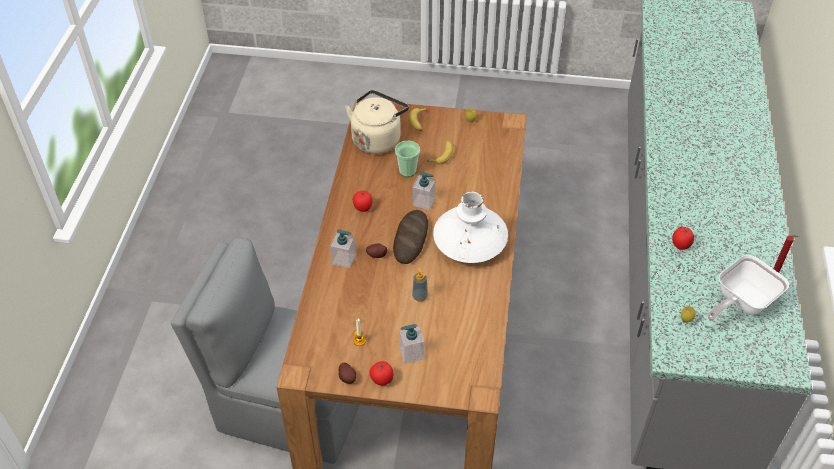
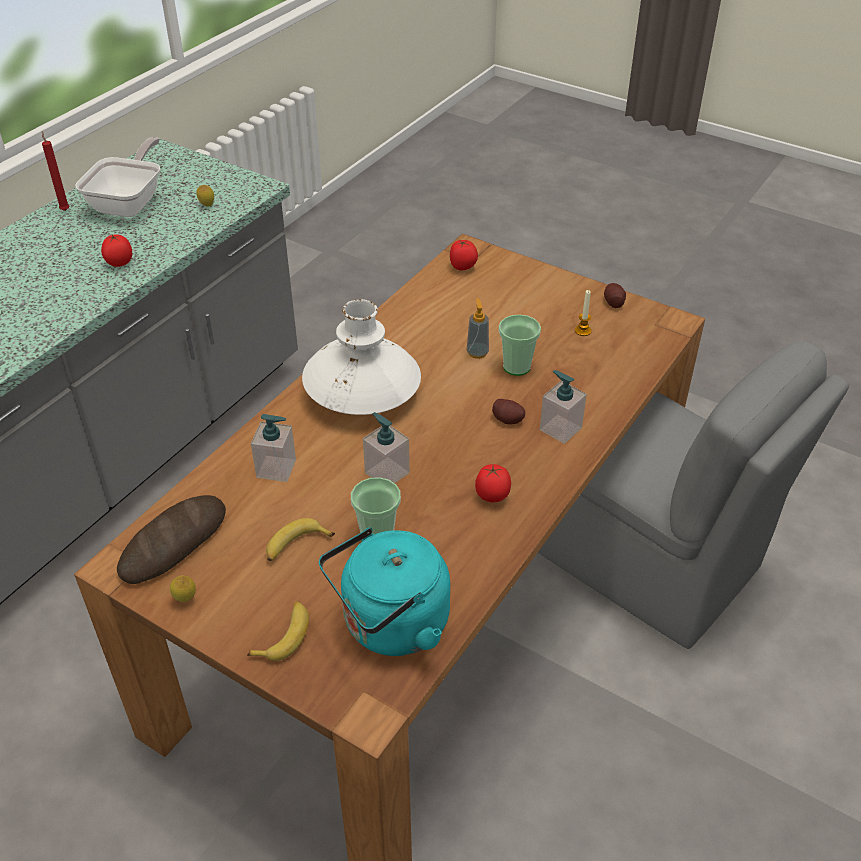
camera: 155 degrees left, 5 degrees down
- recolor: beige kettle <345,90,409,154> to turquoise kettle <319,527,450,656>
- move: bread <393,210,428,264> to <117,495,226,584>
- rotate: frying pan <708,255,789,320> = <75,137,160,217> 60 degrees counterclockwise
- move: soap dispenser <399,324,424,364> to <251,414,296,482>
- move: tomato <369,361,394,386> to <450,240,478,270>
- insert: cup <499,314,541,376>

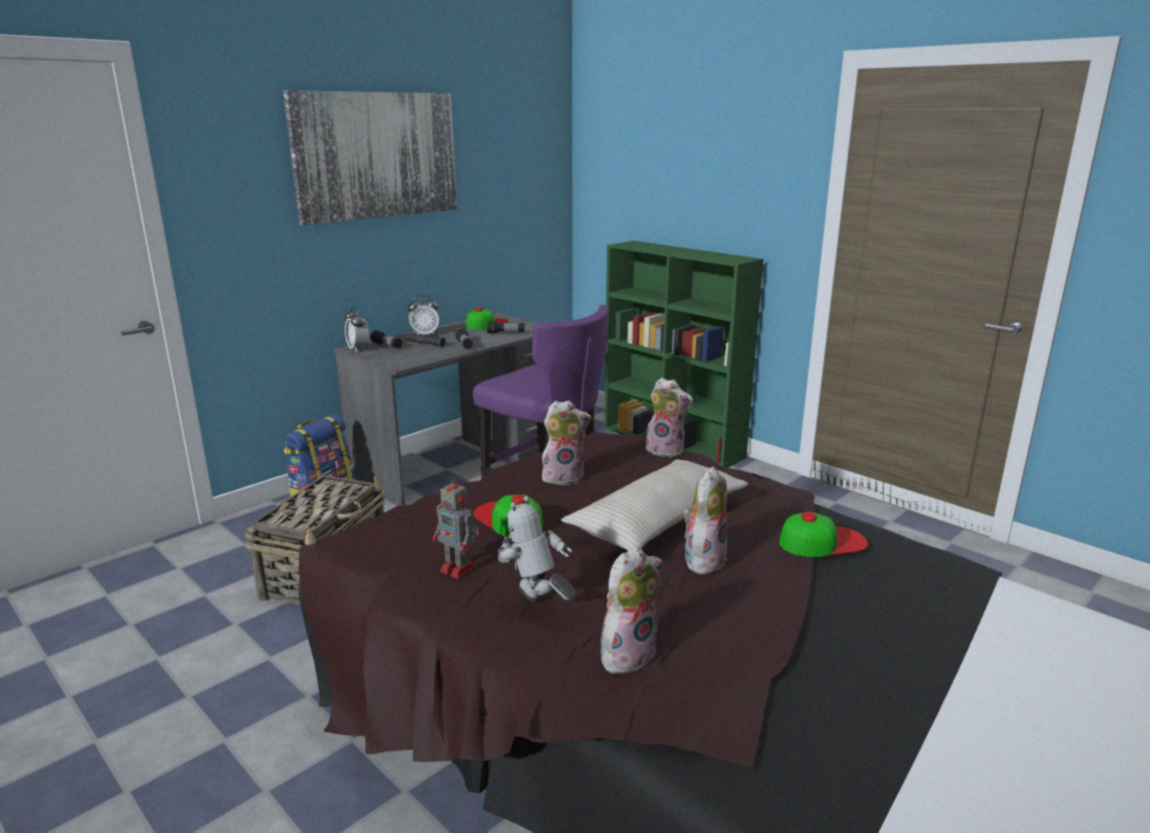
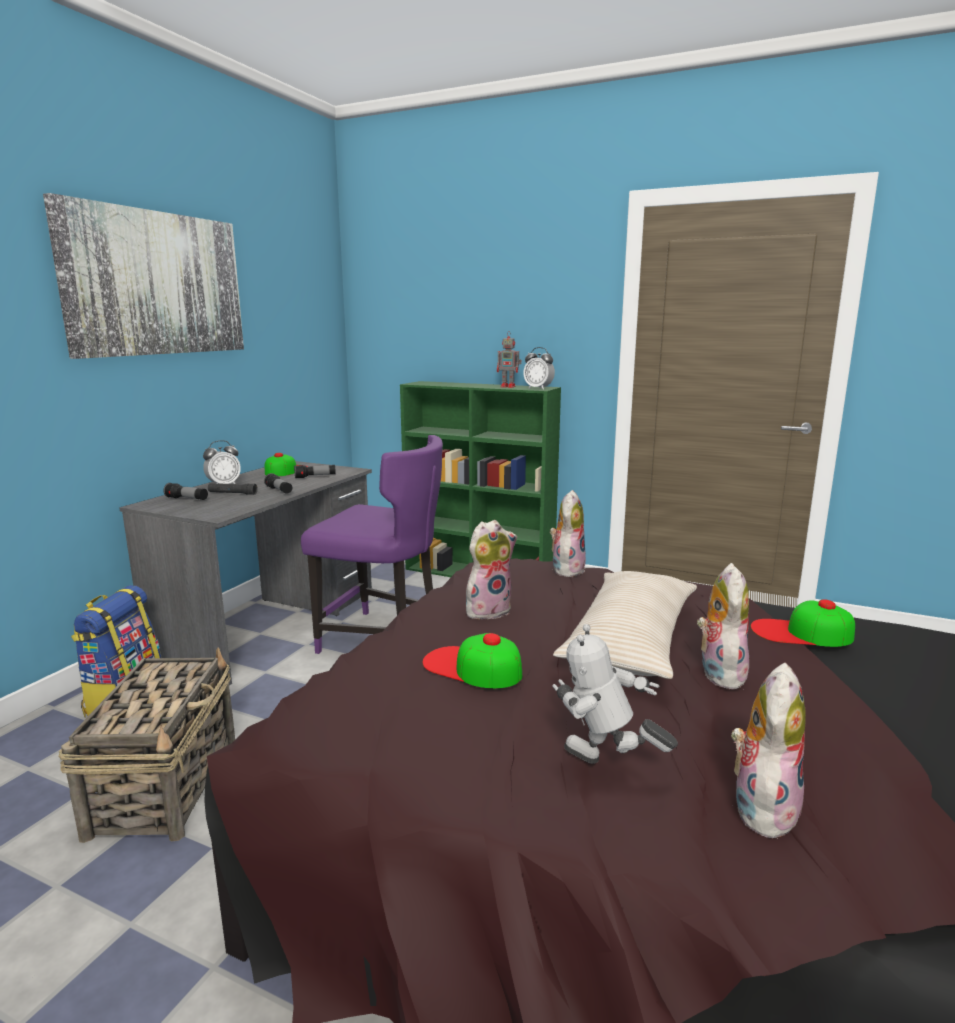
camera: 20 degrees left, 5 degrees down
- move: alarm clock <345,307,369,353> to <523,347,555,390>
- rotate: plush toy <645,378,693,458> = <550,490,586,577> 75 degrees counterclockwise
- move: toy robot <433,476,479,579> to <497,331,522,388>
- rotate: cap <779,512,868,557> = <751,599,855,647> 135 degrees counterclockwise

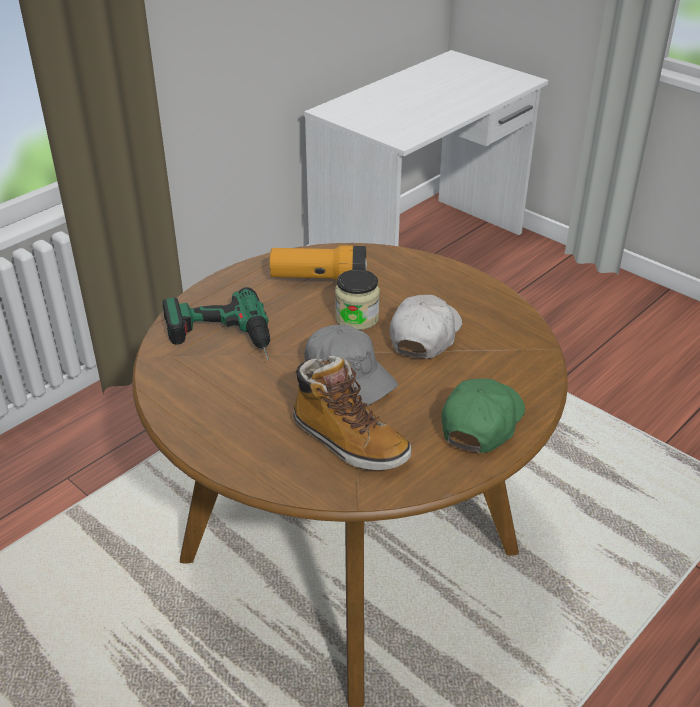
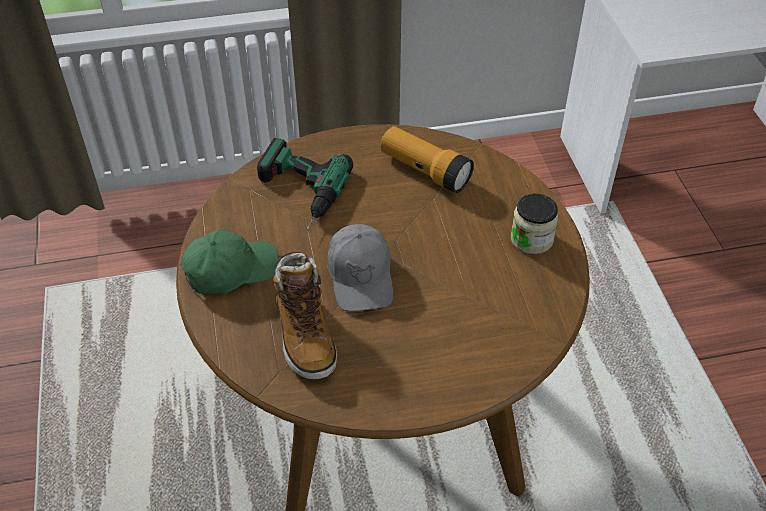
camera: 35 degrees right, 10 degrees up
- move: jar <335,269,380,330> to <511,194,558,254>
- delete: white cap <390,295,462,359>
- move: green cap <441,379,525,453> to <181,229,279,294>

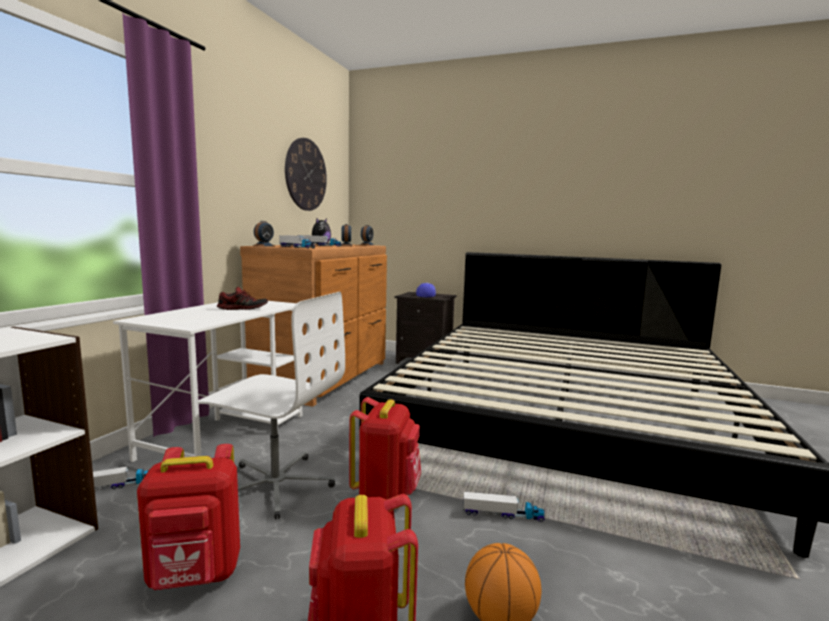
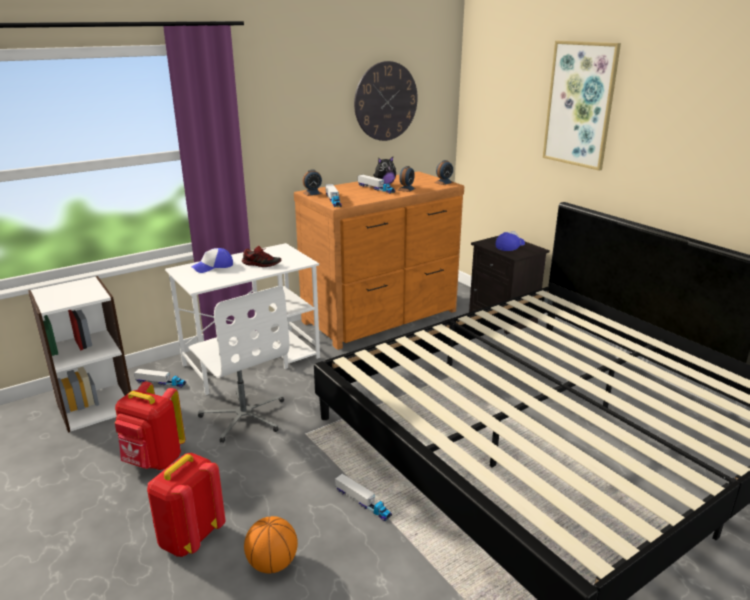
camera: 35 degrees right, 15 degrees up
- delete: red backpack <349,397,421,500>
- insert: picture <543,41,621,171>
- insert: cap <191,248,233,273>

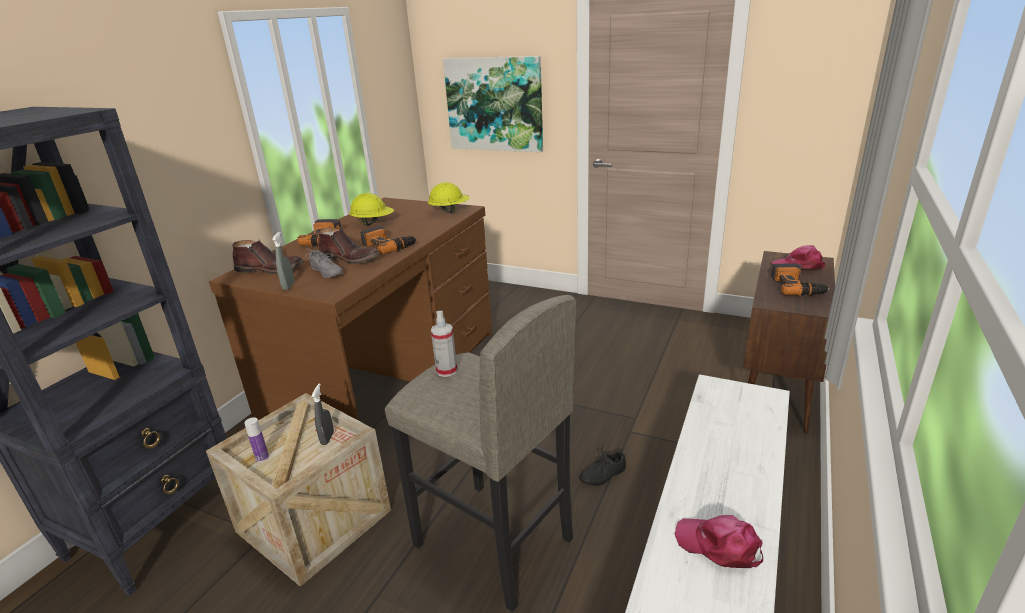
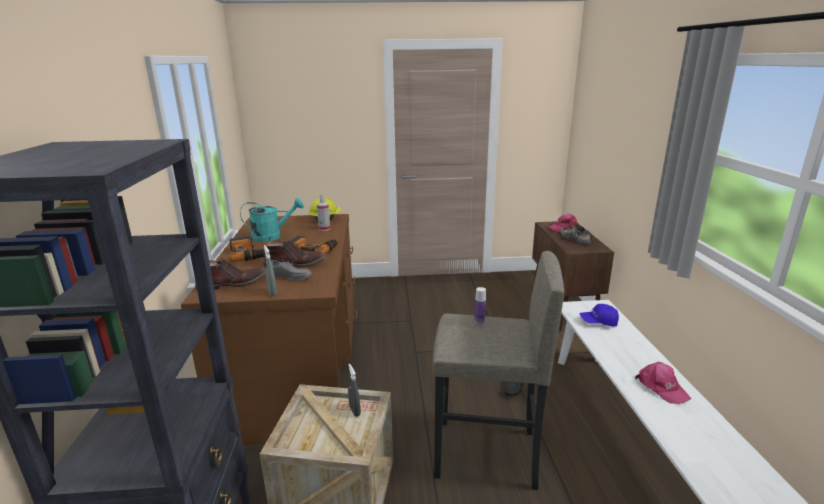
camera: 30 degrees left, 5 degrees down
- delete: picture <443,56,543,152>
- replace: yellow hard hat <349,193,394,225> to turquoise watering can <240,198,304,242>
- replace: power drill <771,263,829,296> to shoe <560,225,591,245>
- move: spray bottle <431,311,457,377> to <317,194,330,231>
- move: bottle <245,417,269,462> to <475,287,486,324>
- rotate: pink cap <674,515,763,568> = <635,362,691,404> 120 degrees counterclockwise
- insert: blue cap <580,304,619,327>

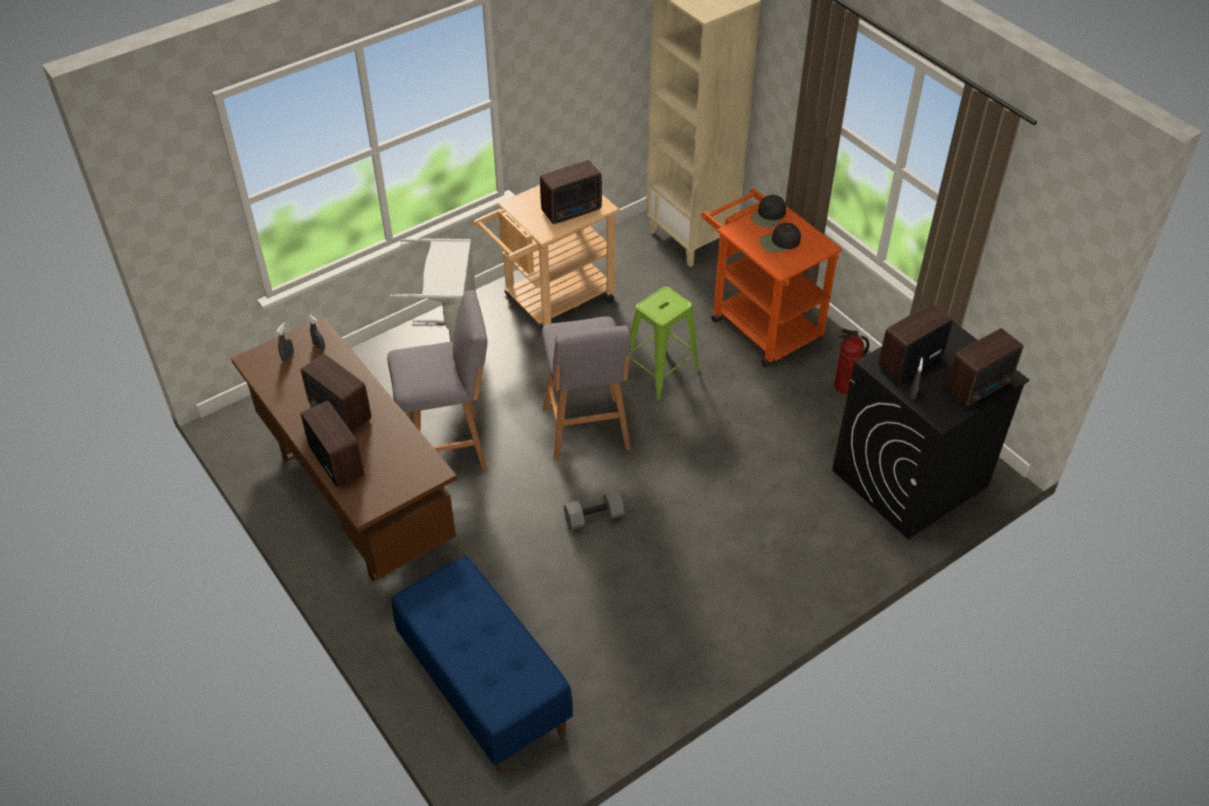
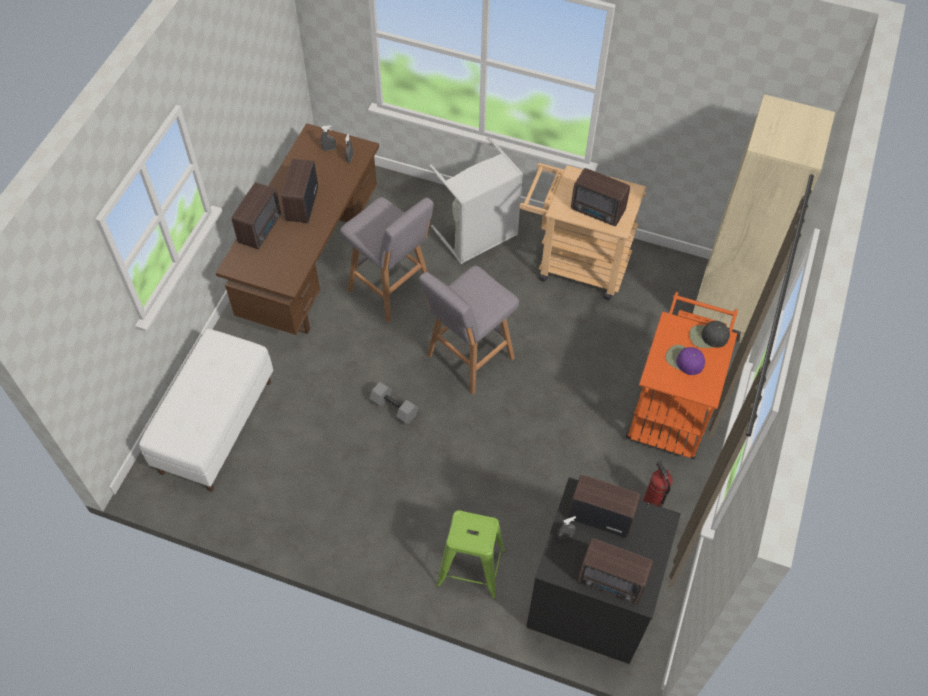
camera: 55 degrees right, 10 degrees up
- recolor: black cap <760,223,801,253> to purple cap <666,345,705,375>
- move: green stool <629,287,701,402> to <436,510,506,599>
- recolor: blue bench <391,556,573,773> to white bench <139,329,273,492>

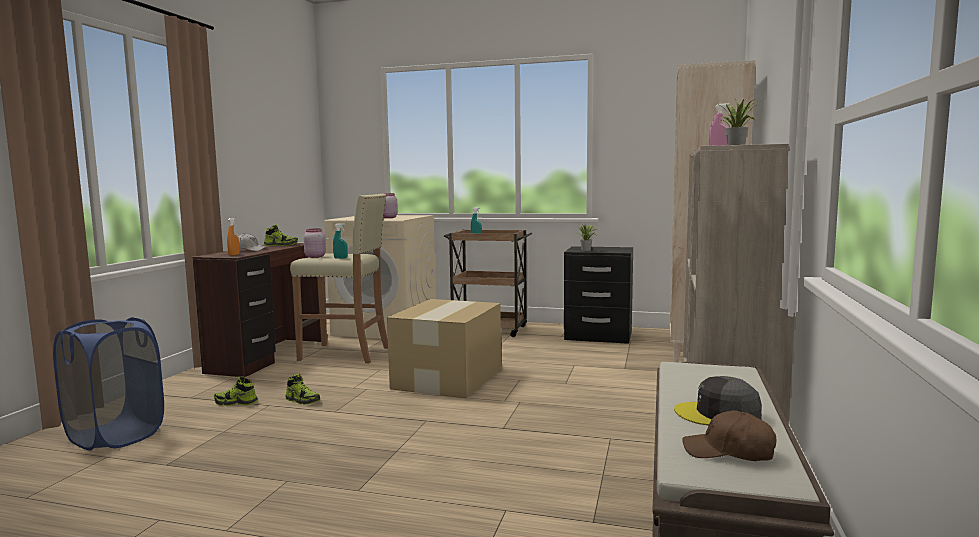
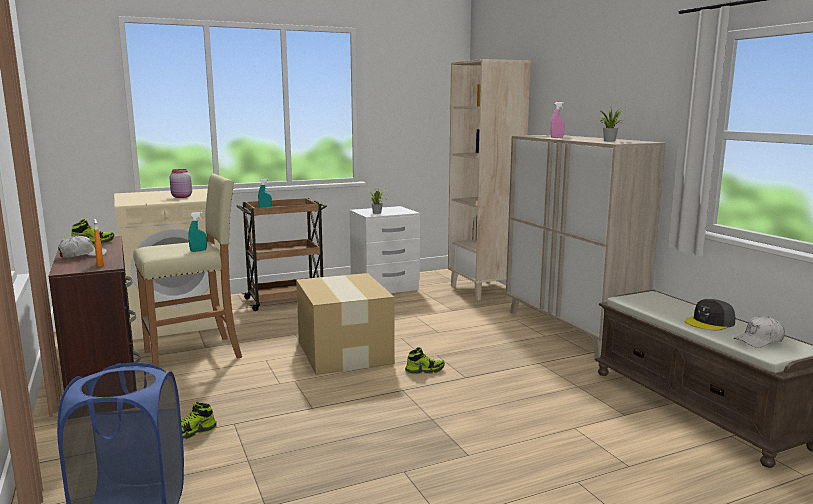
camera: 40 degrees left, 5 degrees up
- delete: pink jar <303,229,326,258>
- recolor: black nightstand <564,246,633,344> to white nightstand <350,206,420,293>
- move: shoe <285,374,320,405> to <405,347,445,374>
- recolor: brown cap <682,410,777,461> to white cap <734,316,785,347>

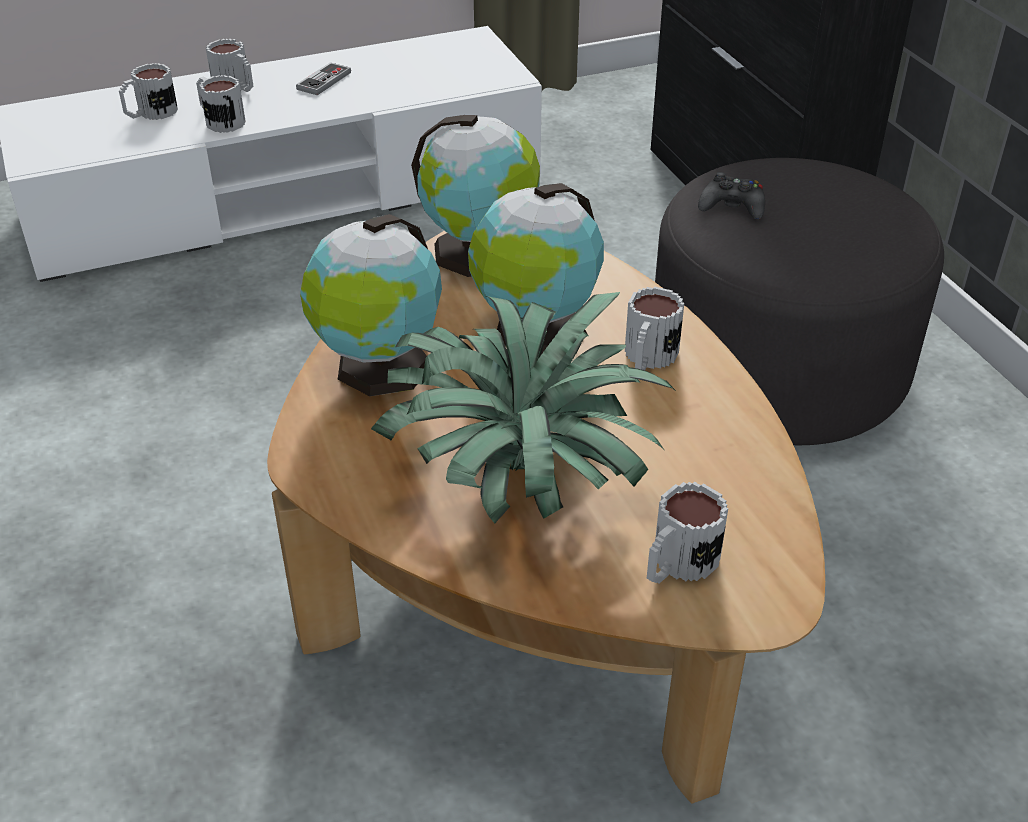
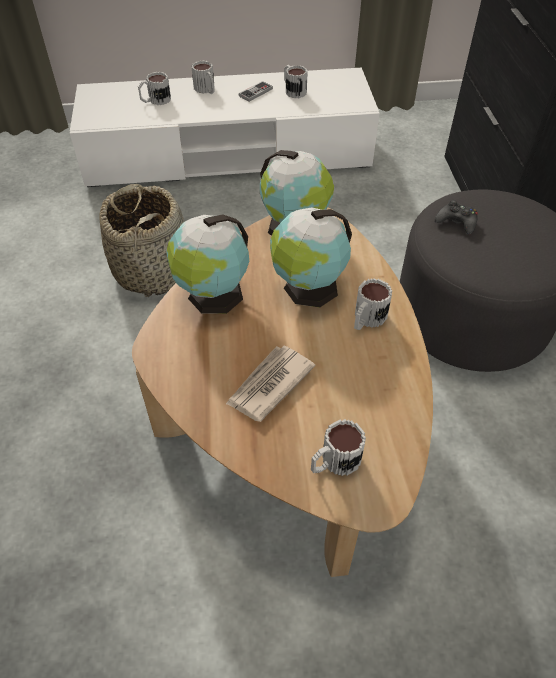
camera: 15 degrees right, 10 degrees up
- move: mug <196,75,246,133> to <284,65,308,98>
- replace: potted plant <371,292,679,523> to newspaper <226,346,315,422>
- insert: basket <99,184,184,297>

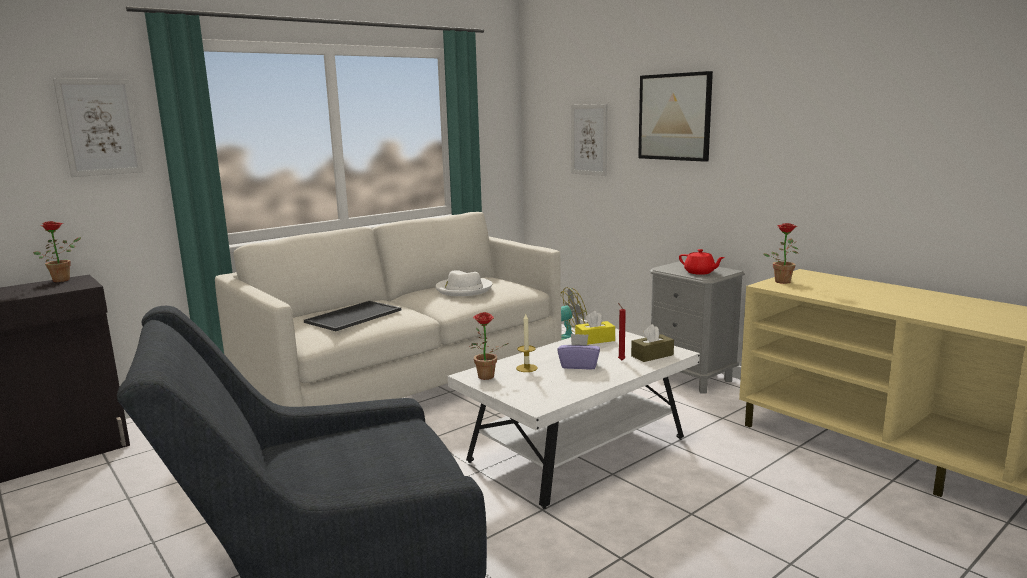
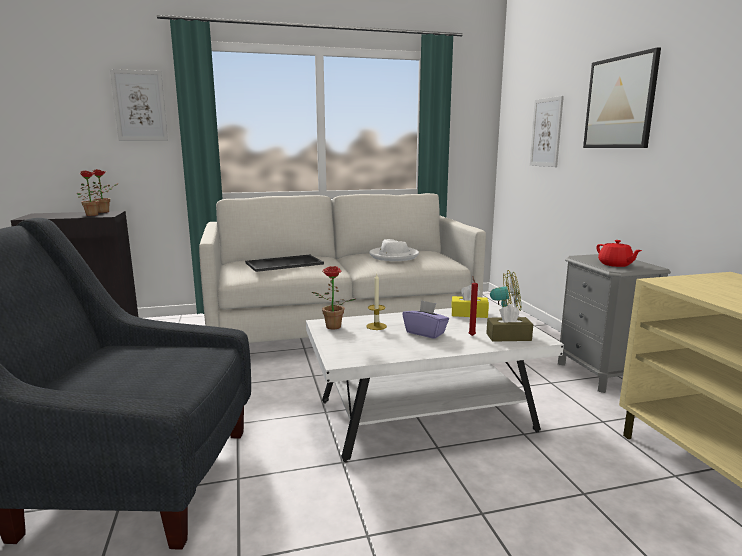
camera: 25 degrees right, 0 degrees up
- move: potted plant <763,223,798,284> to <77,171,108,216>

